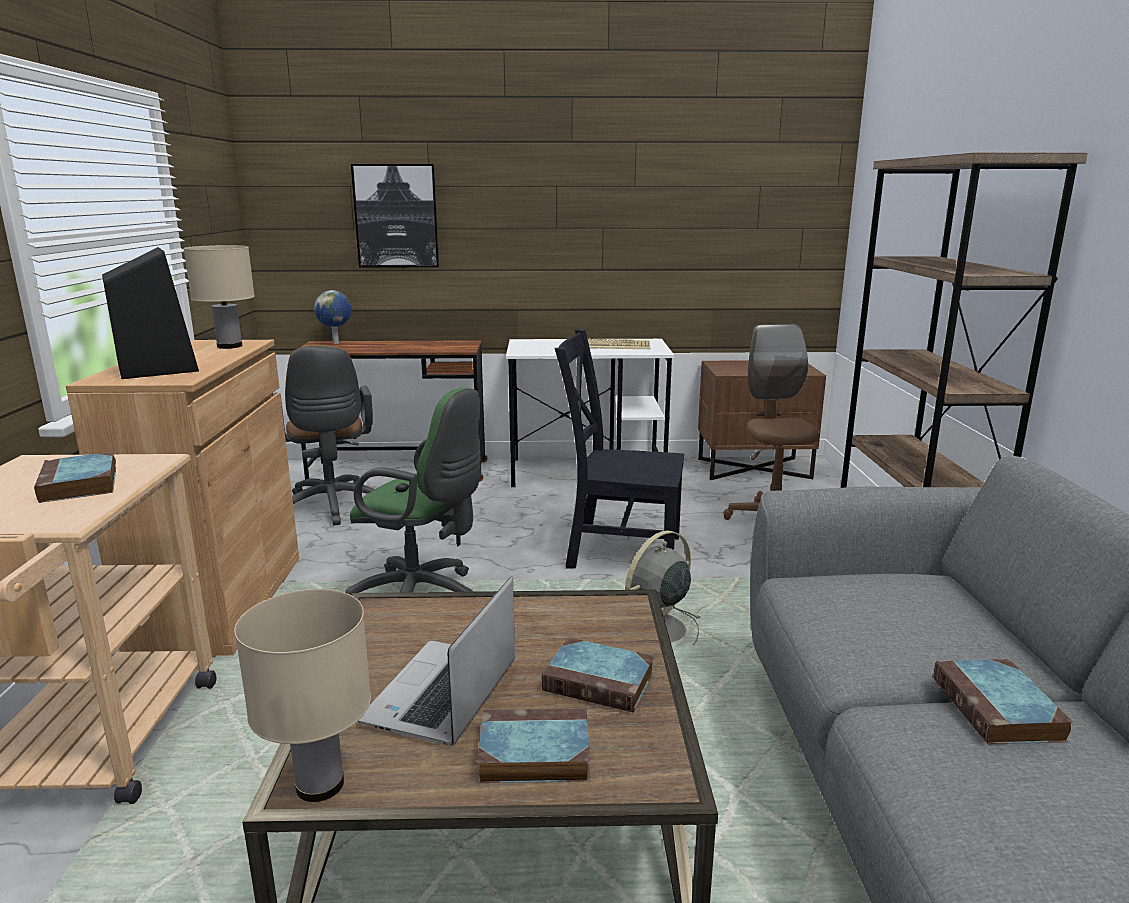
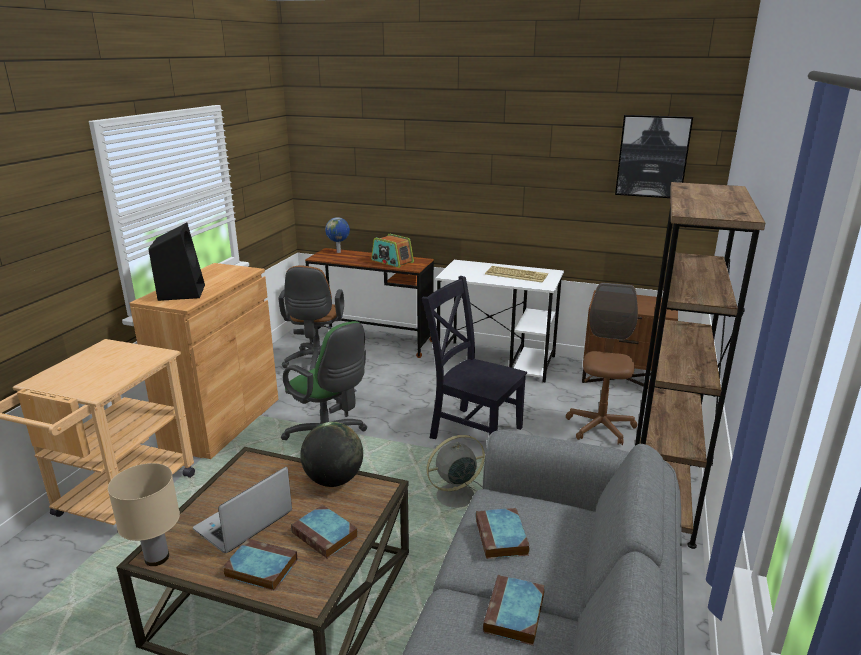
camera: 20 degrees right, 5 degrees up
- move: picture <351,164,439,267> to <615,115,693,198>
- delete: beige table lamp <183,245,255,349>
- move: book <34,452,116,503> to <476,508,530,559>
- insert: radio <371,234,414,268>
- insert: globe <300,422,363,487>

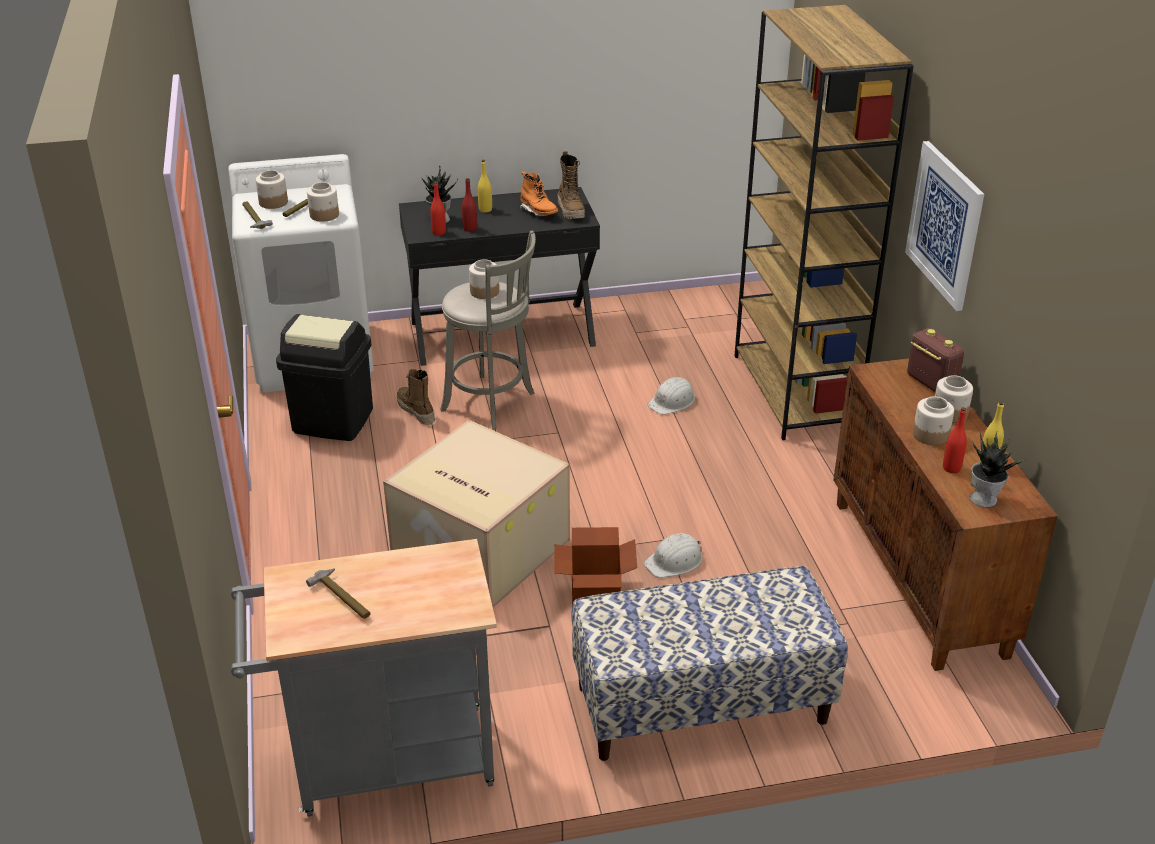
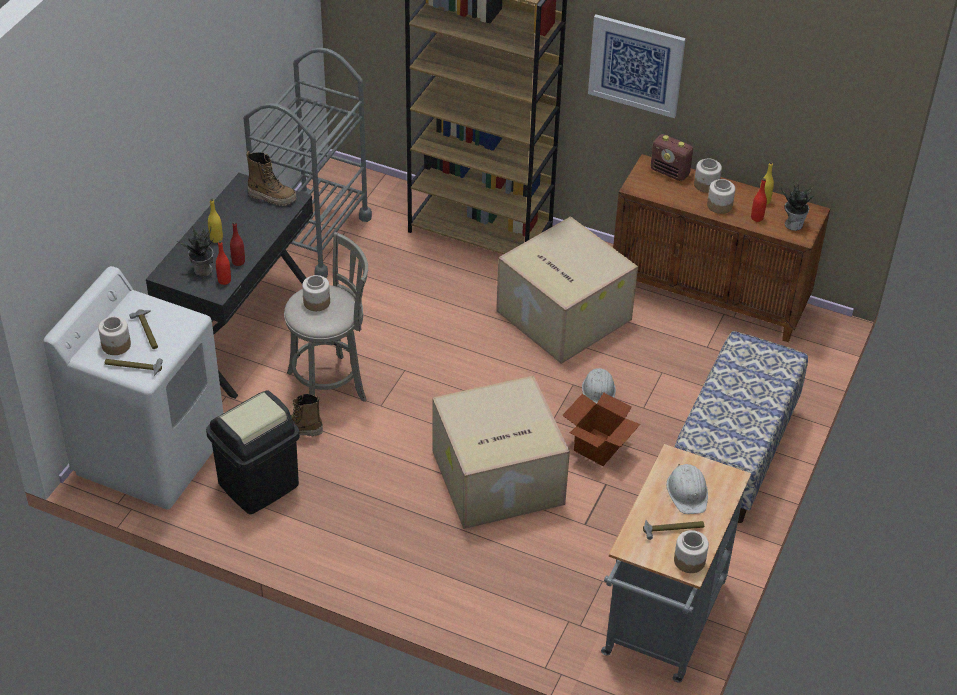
camera: 55 degrees left, 10 degrees up
- delete: orange boot <520,172,558,216>
- move: jar <307,182,339,222> to <674,530,709,573>
- rotate: radio <907,328,964,392> = <651,134,693,181> 150 degrees counterclockwise
- move: white hard hat <648,377,695,415> to <667,464,708,514>
- insert: grey cart <244,47,372,278>
- insert: cardboard box <496,216,638,364>

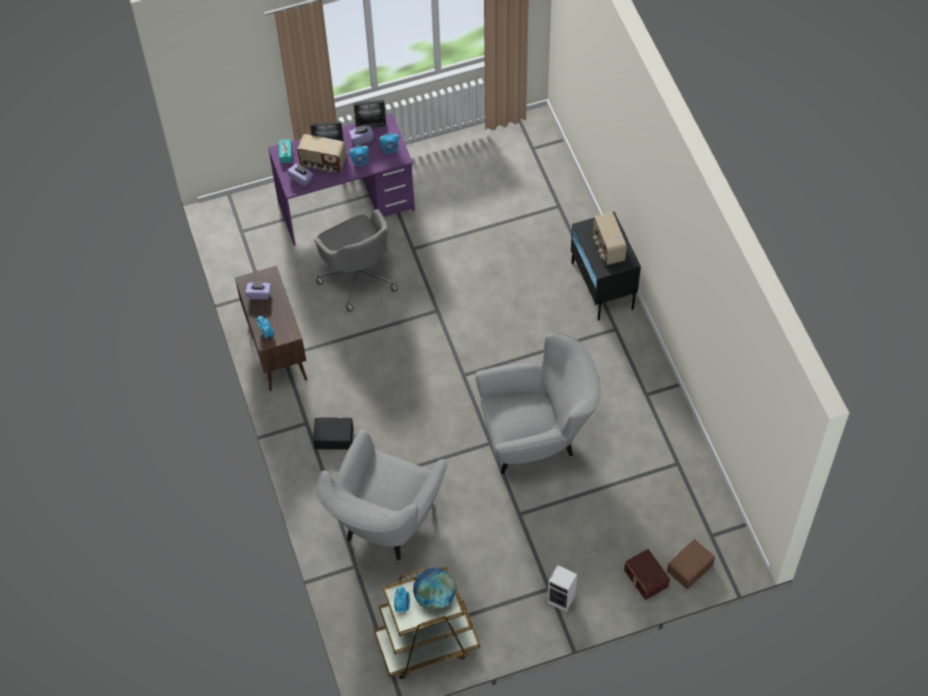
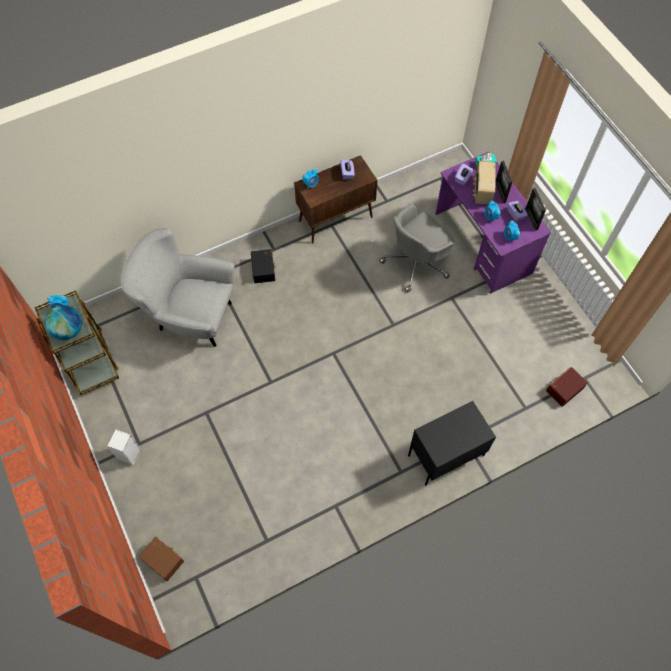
camera: 80 degrees right, 5 degrees up
- delete: radio <593,212,627,265>
- delete: grey armchair <476,332,601,474>
- move: brown storage box <624,549,670,600> to <546,367,588,407>

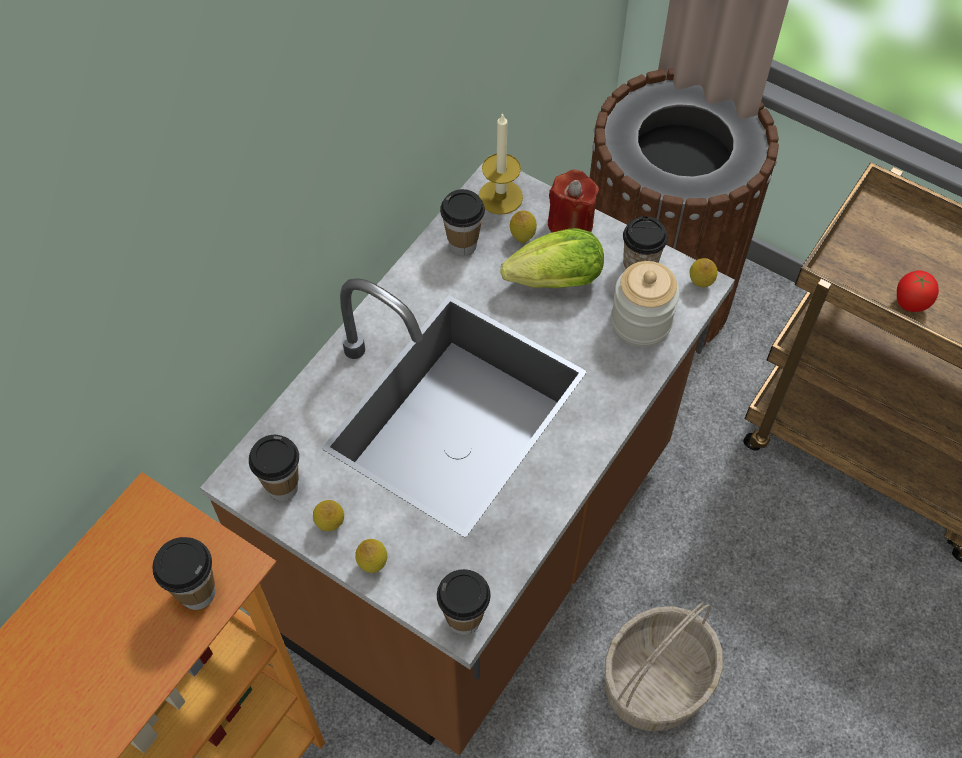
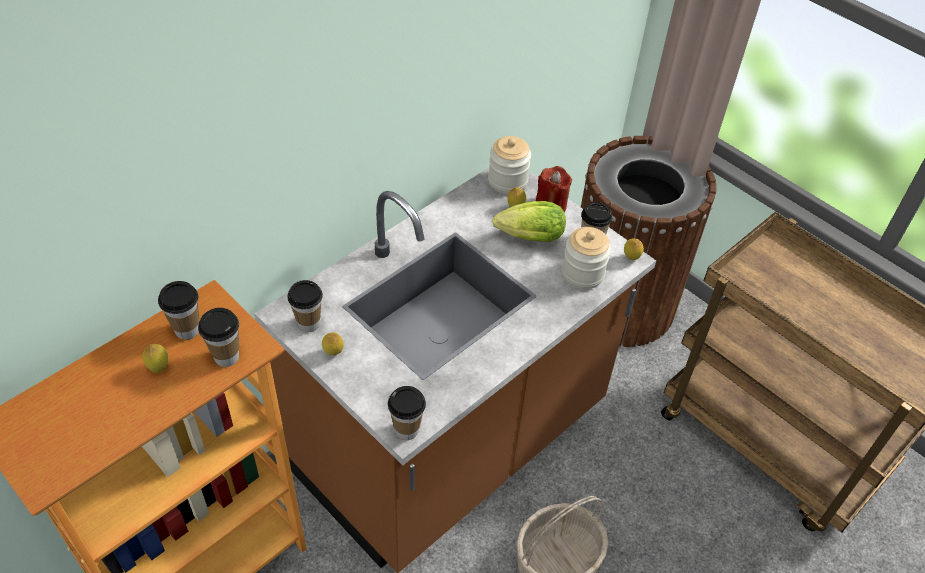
camera: 10 degrees right, 10 degrees down
- replace: candle <479,112,523,215> to jar <488,136,531,194>
- move: cup <440,189,485,256> to <158,281,199,340>
- delete: tomato <897,270,939,312>
- move: lemon <355,539,387,573> to <142,344,169,373>

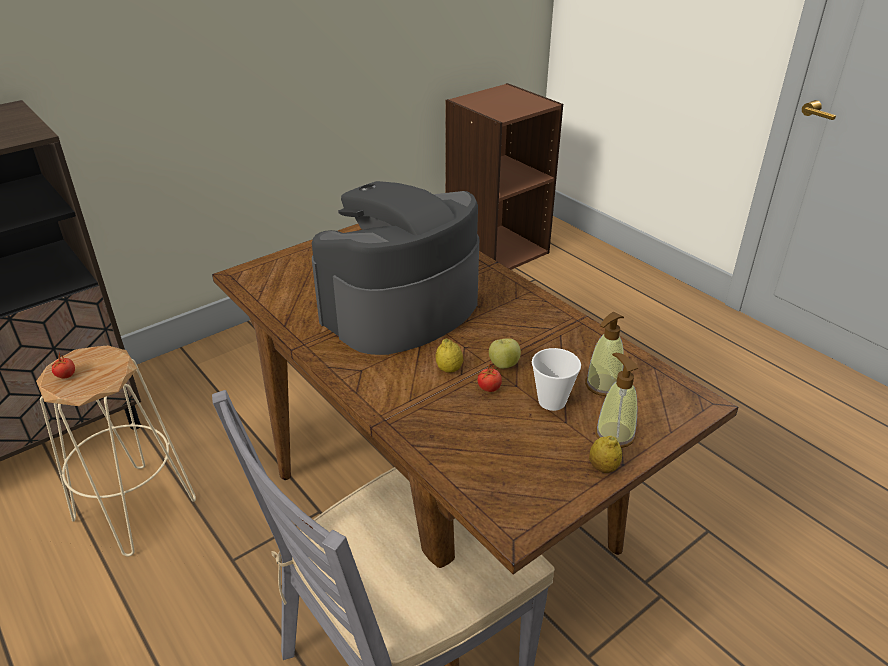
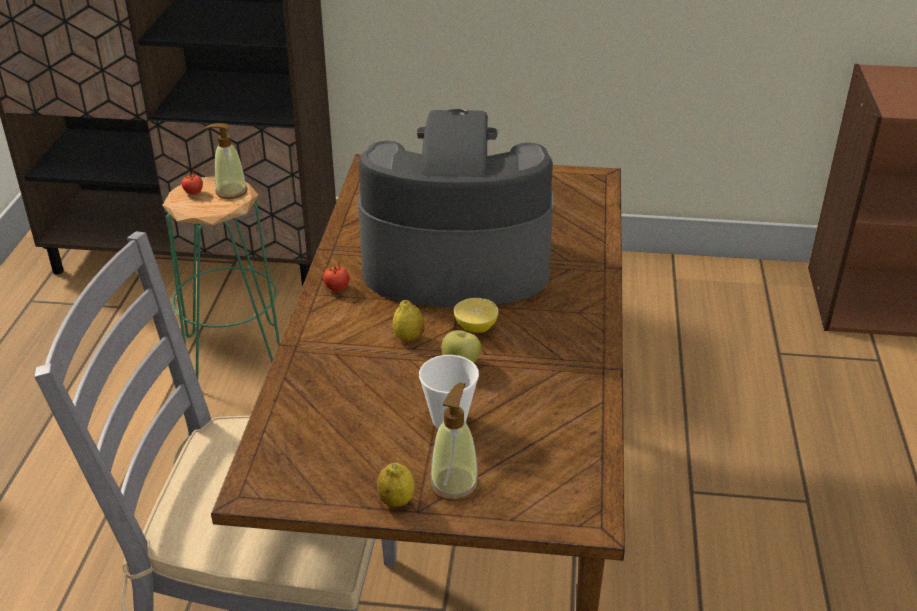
camera: 45 degrees right, 0 degrees up
- move: soap dispenser <585,312,624,396> to <205,123,247,199>
- recolor: beige stool <36,346,196,556> to green stool <162,176,280,379>
- move: tomato <478,362,502,392> to <323,259,350,291>
- insert: lemon <454,298,499,333>

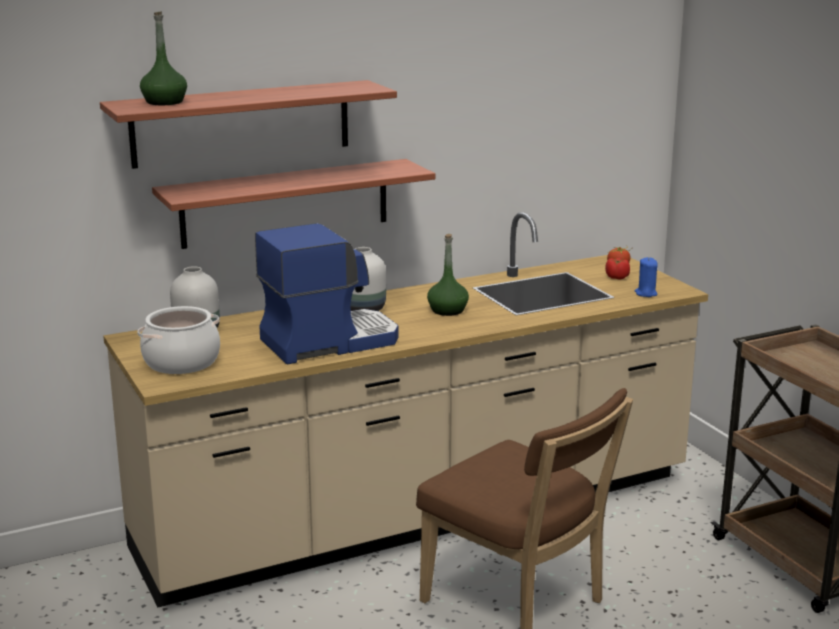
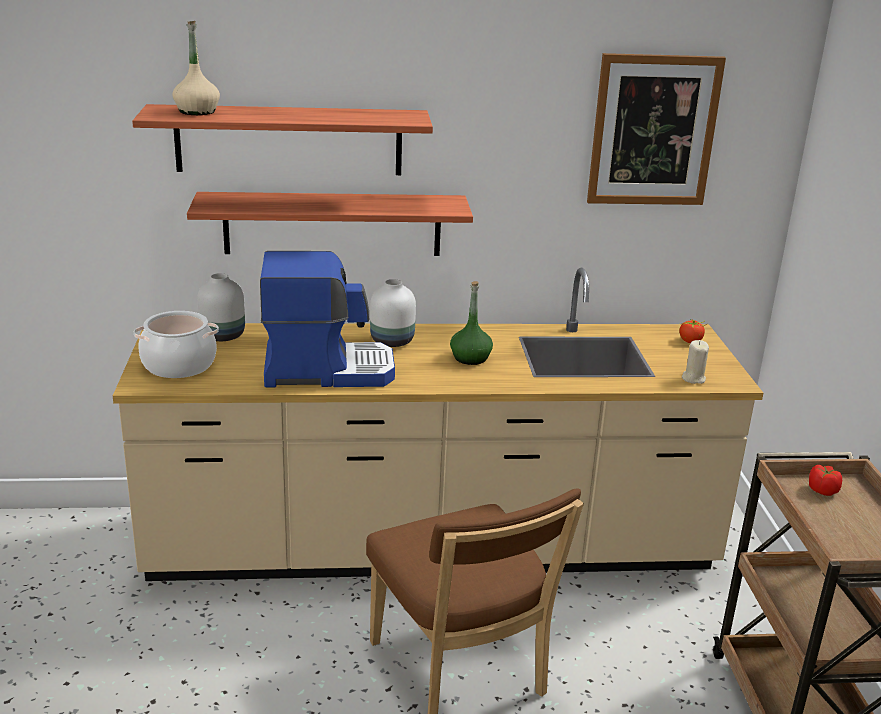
camera: 20 degrees right, 5 degrees up
- recolor: green bottle <140,11,187,105> to beige bottle <173,21,220,115>
- recolor: blue candle <635,257,658,297> to beige candle <682,340,709,384>
- move: tomato <605,258,630,280> to <809,465,842,496>
- insert: picture <587,53,726,205>

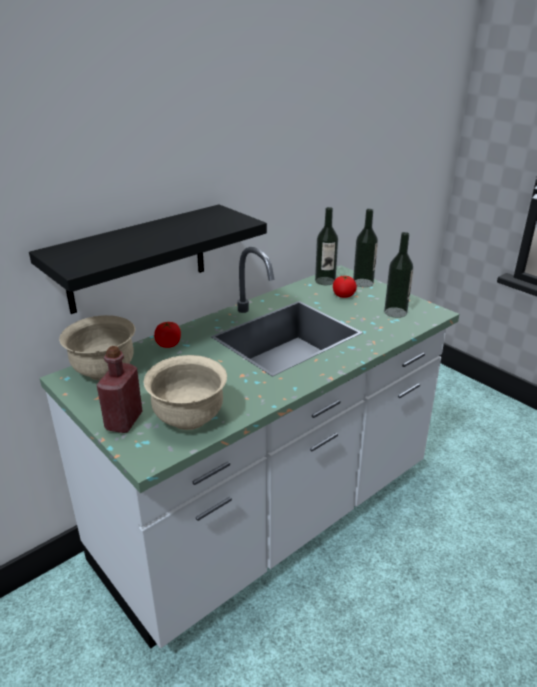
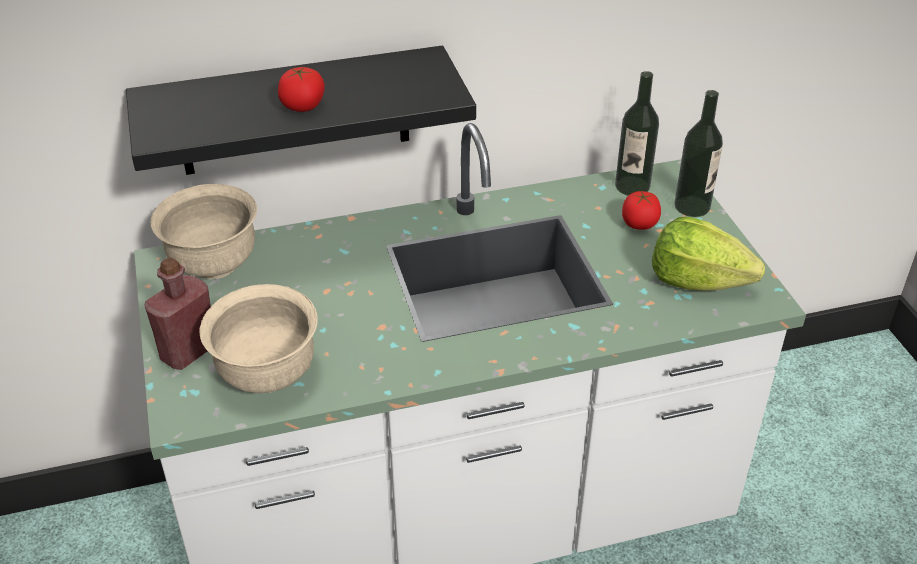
camera: 25 degrees right, 10 degrees up
- replace: bottle <384,232,413,318> to lettuce <652,217,765,291>
- move: tomato <154,322,181,348> to <278,67,325,112>

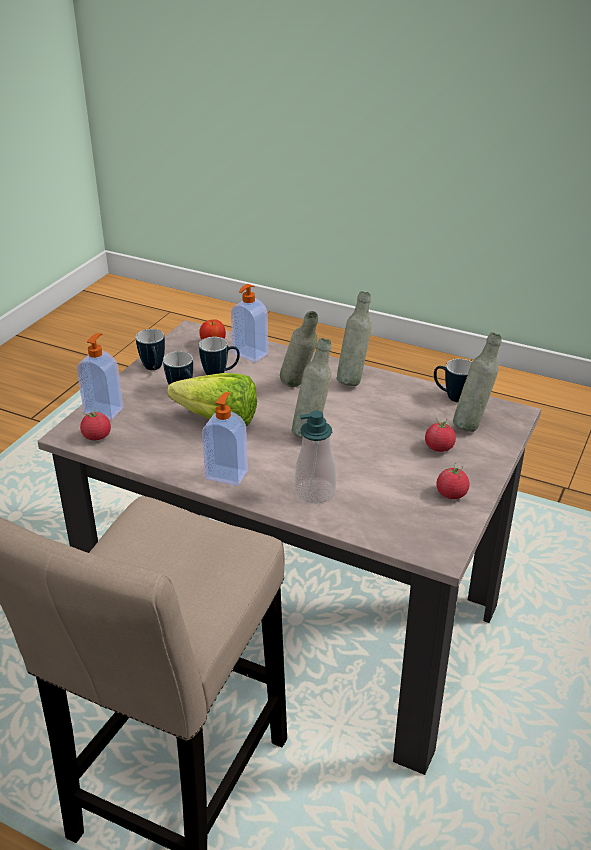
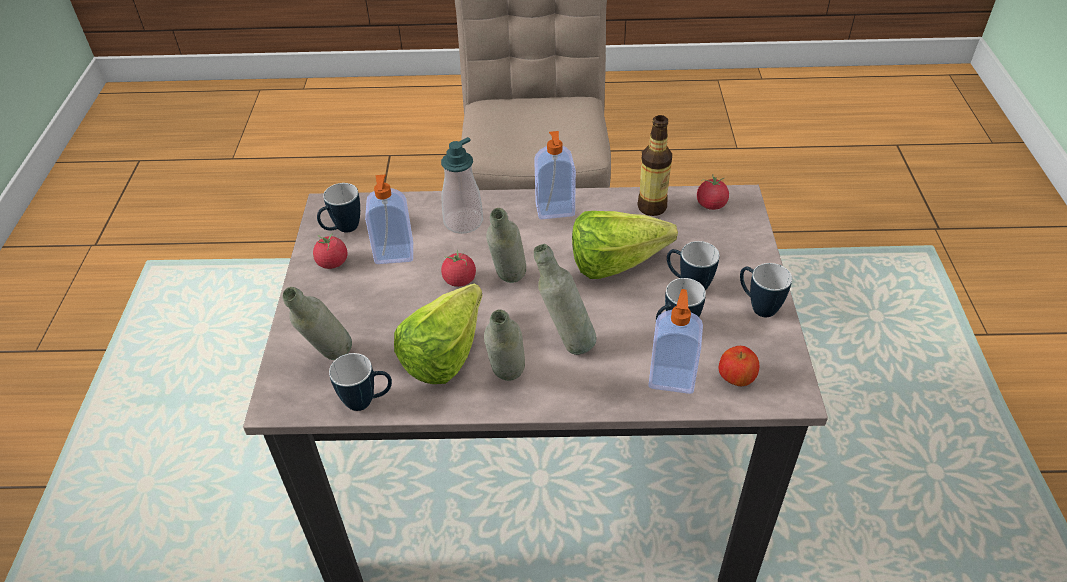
camera: 155 degrees right, 10 degrees up
- move: soap dispenser <77,333,123,420> to <365,174,413,264>
- move: tomato <425,418,456,452> to <441,250,476,287>
- insert: bottle <637,115,672,216>
- insert: mug <317,183,360,232>
- insert: lettuce <394,284,482,384>

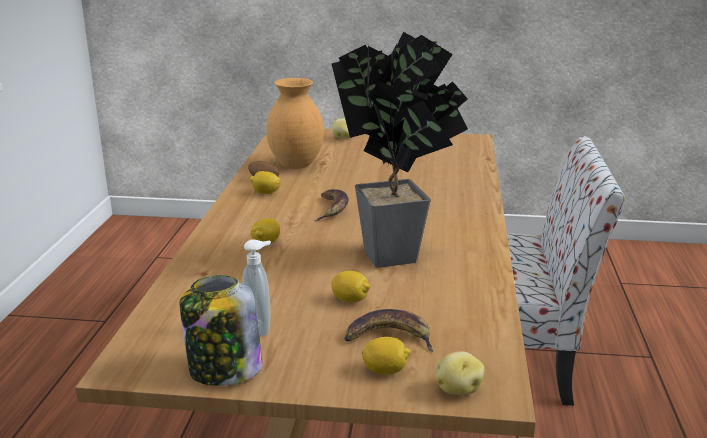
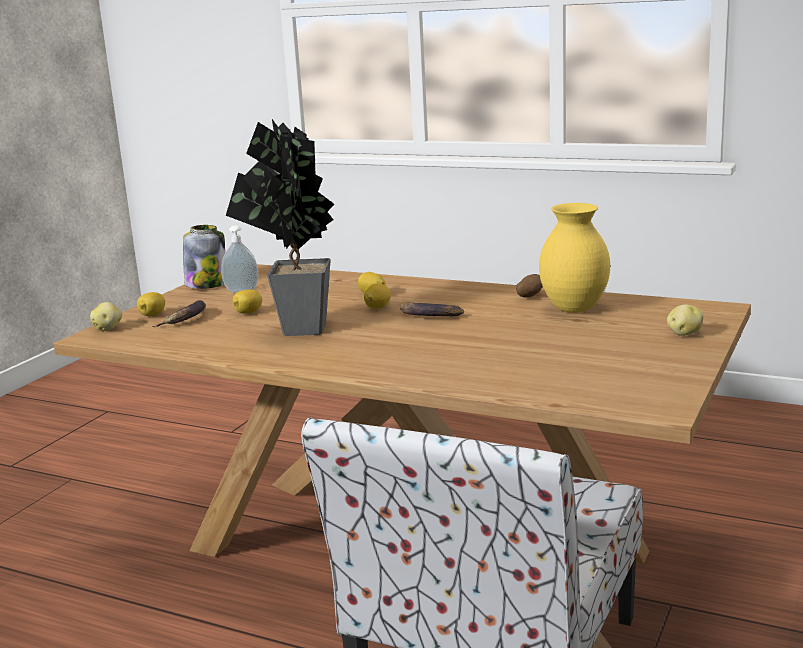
camera: 110 degrees right, 5 degrees down
- recolor: brown vase <266,78,324,169> to yellow vase <539,203,610,313>
- move: lemon <250,171,281,194> to <364,283,391,309>

